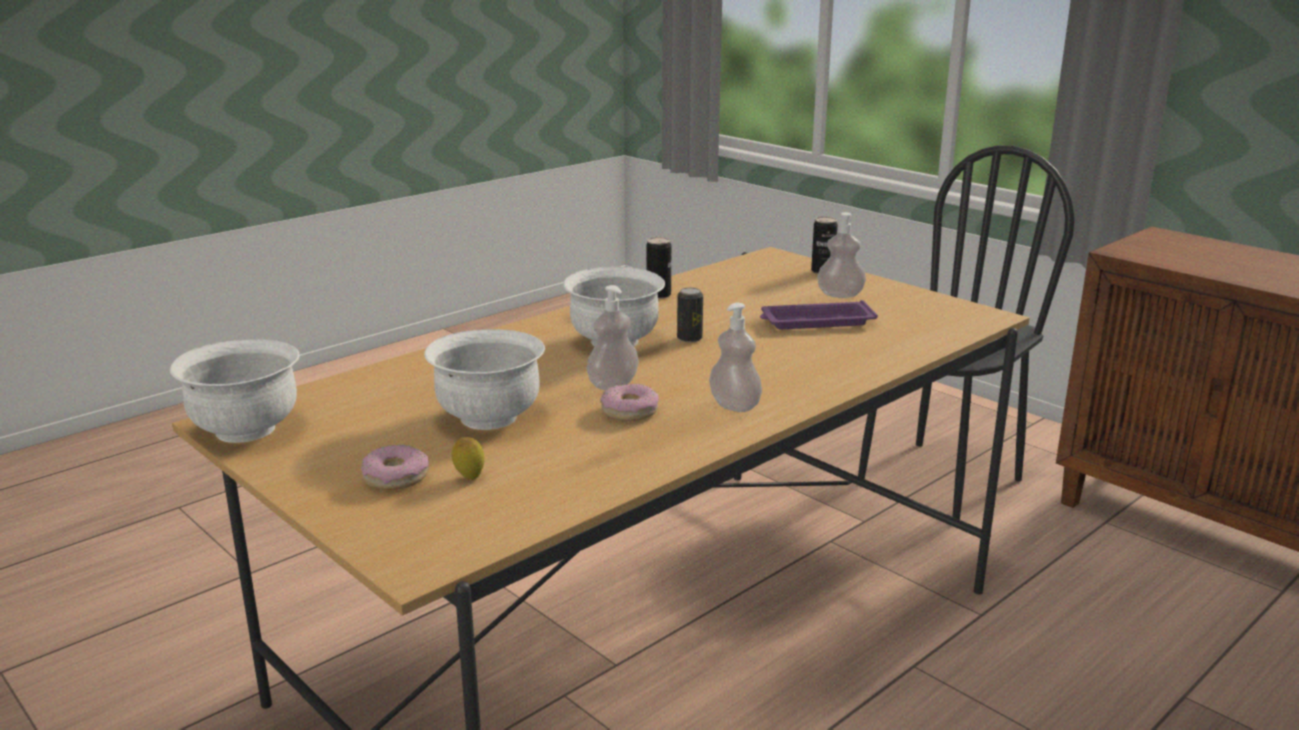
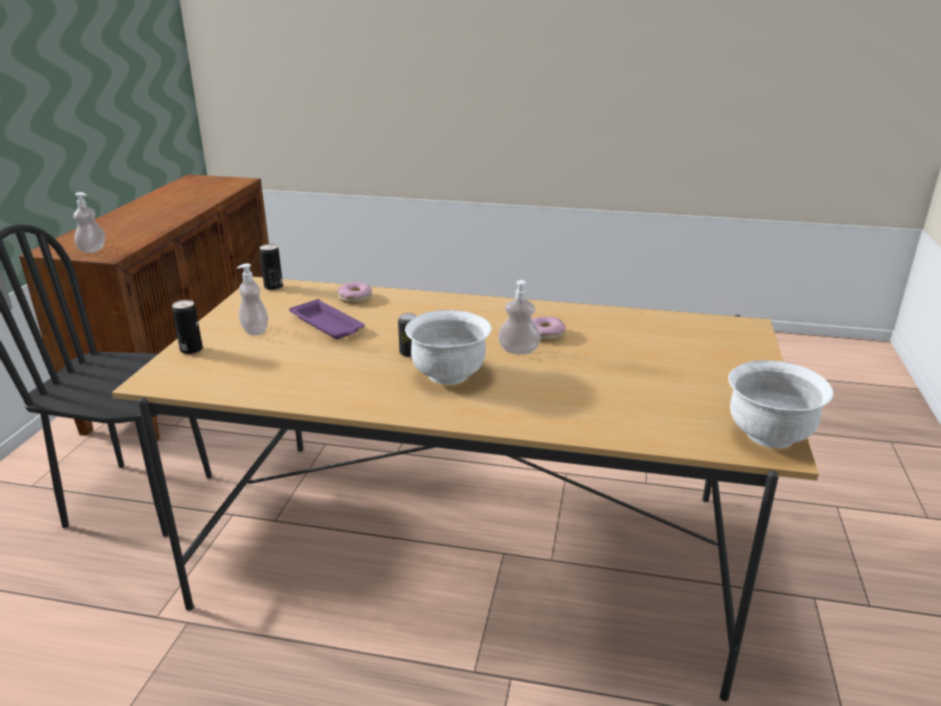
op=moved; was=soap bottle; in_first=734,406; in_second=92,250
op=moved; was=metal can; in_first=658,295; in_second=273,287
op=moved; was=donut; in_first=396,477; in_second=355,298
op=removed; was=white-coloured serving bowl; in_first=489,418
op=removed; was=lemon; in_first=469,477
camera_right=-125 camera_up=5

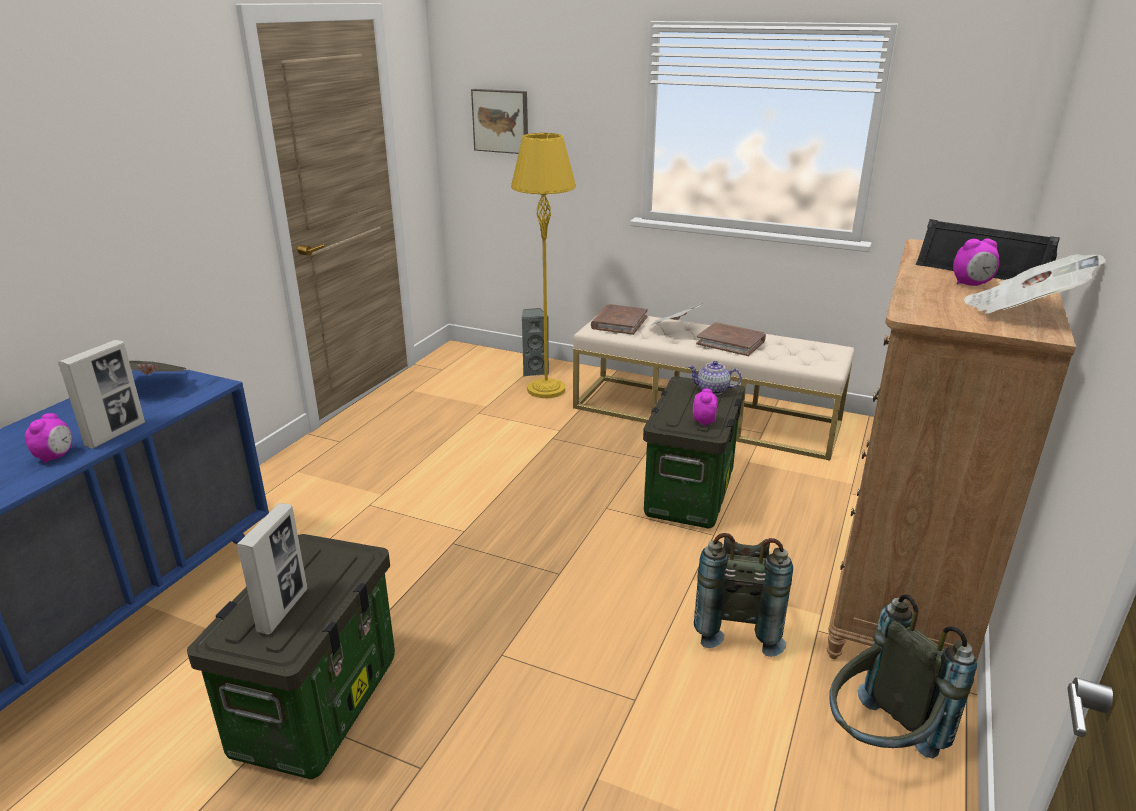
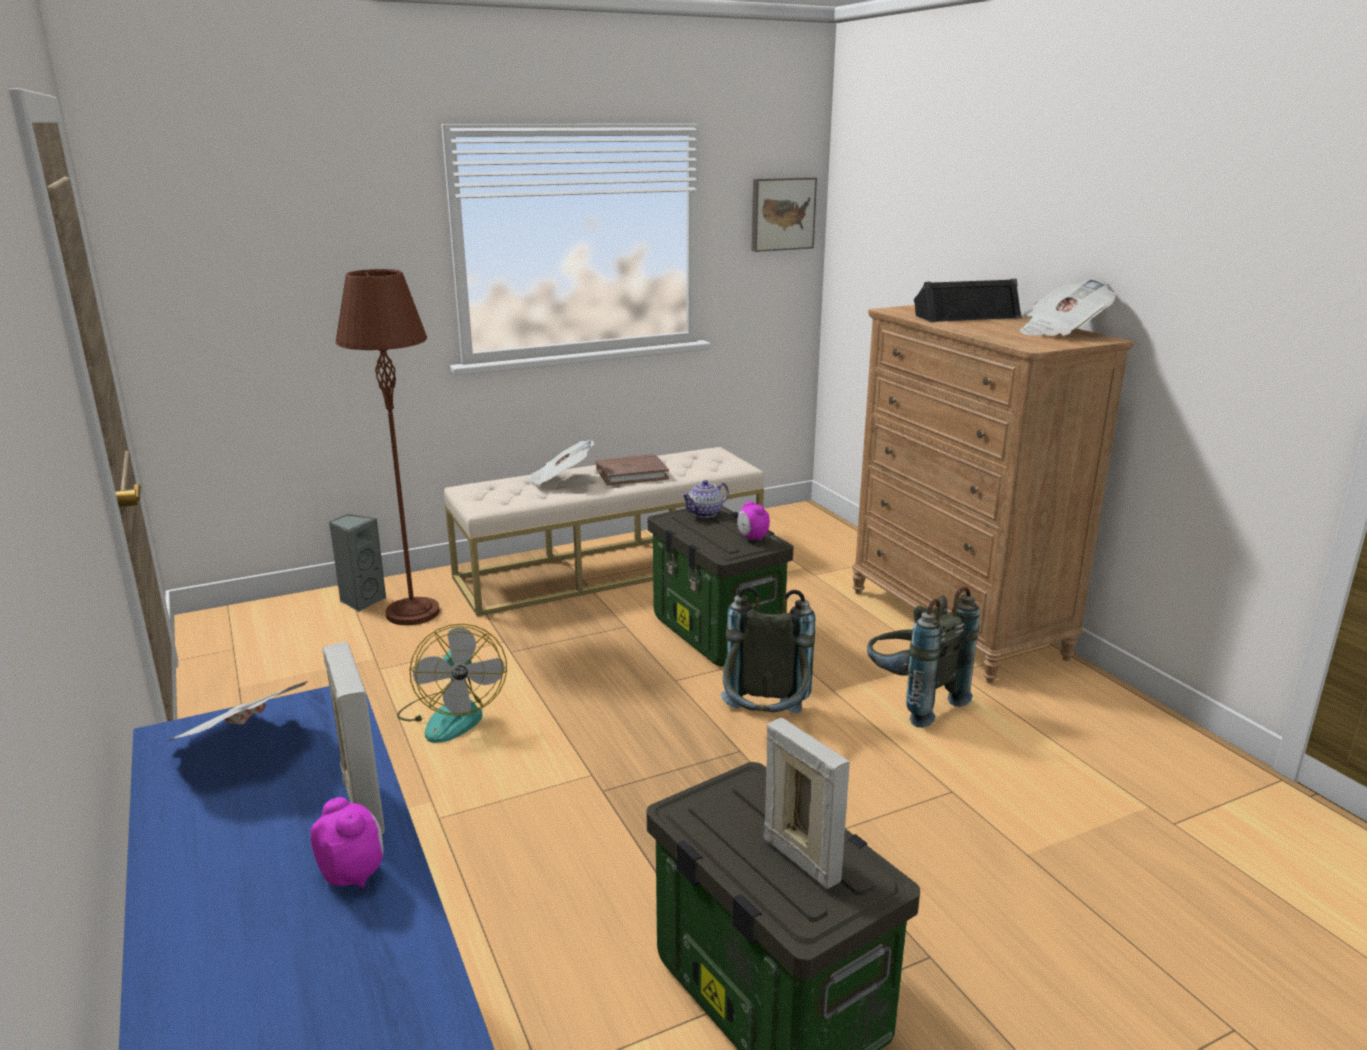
op=recoloured; was=yellow-coloured standard lamp; now=brown-coloured standard lamp; in_first=546,389; in_second=413,613
op=added; now=cooling fan; in_second=452,715
op=moved; was=gray backpack; in_first=878,743; in_second=764,724
op=moved; was=picture; in_first=501,121; in_second=781,214
op=removed; was=brown-coloured book; in_first=619,322
op=removed; was=alarm clock; in_first=971,284
camera_right=-50 camera_up=-5

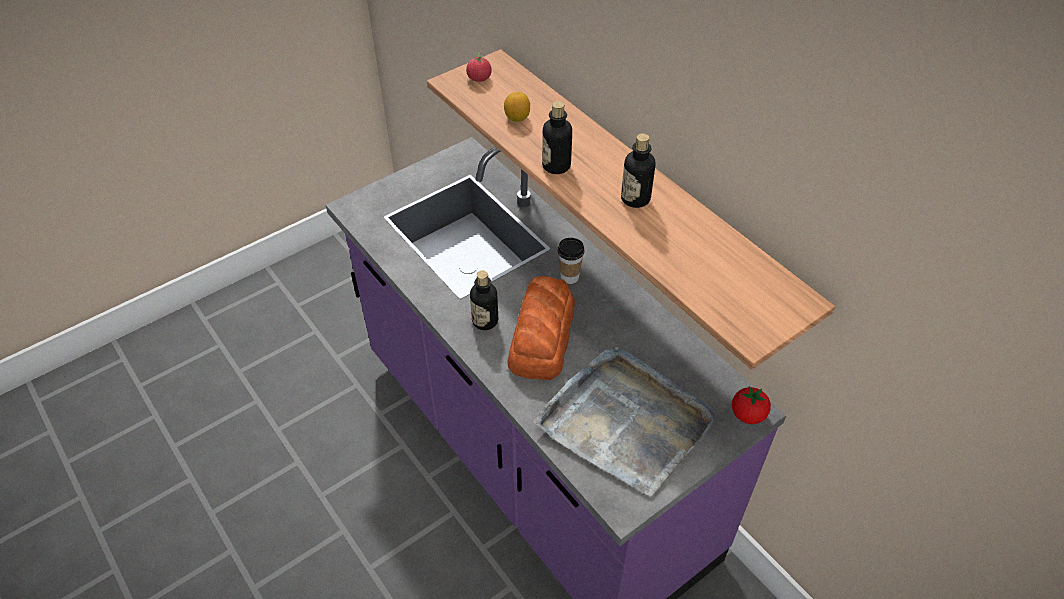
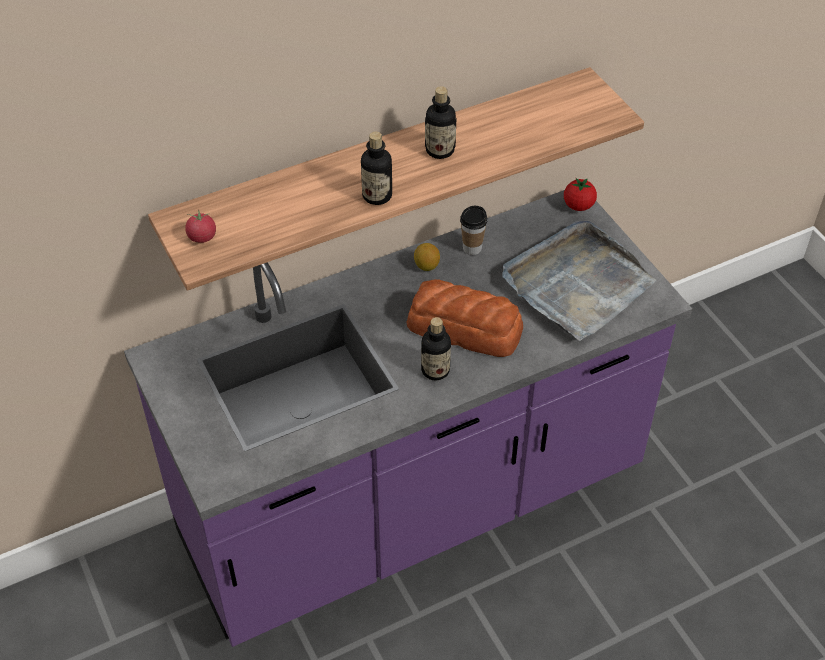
op=moved; was=lemon; in_first=517,118; in_second=426,266
op=moved; was=drinking cup; in_first=569,277; in_second=472,248
camera_right=-80 camera_up=0

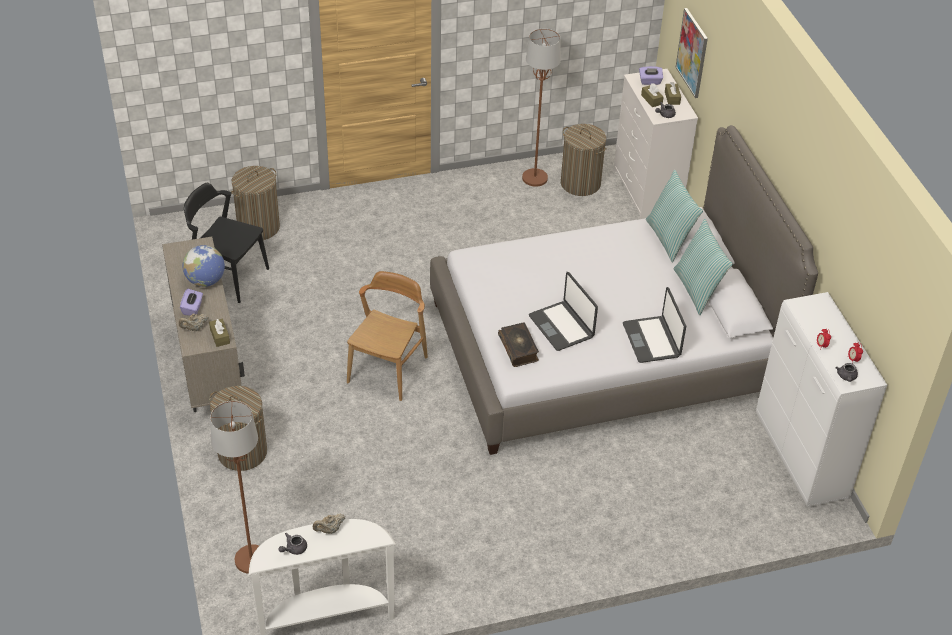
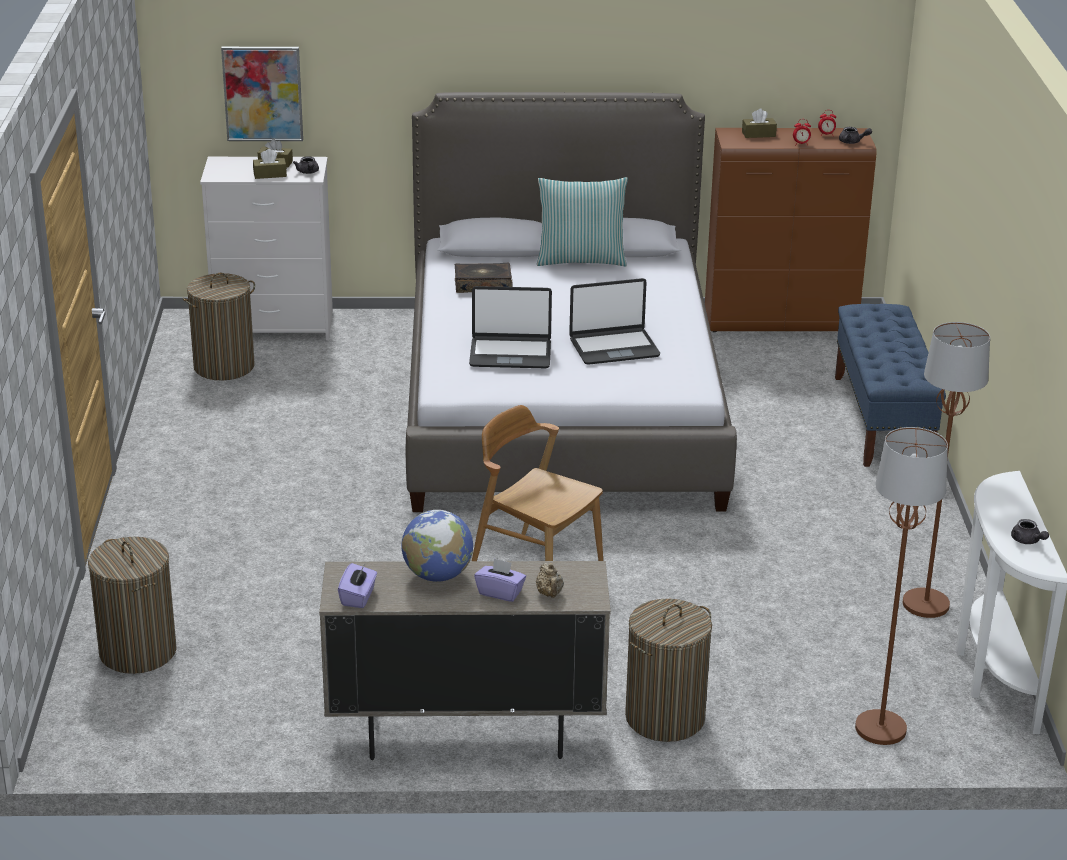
op=moved; was=purplish box of tissues; in_first=650,81; in_second=358,597
op=moved; was=book; in_first=519,349; in_second=483,285
op=moved; was=notebook computer; in_first=652,340; in_second=510,354
op=recoloured; was=white-coloured cabinet; now=brown-coloured cabinet; in_first=801,457; in_second=781,322
op=moved; was=brown-coloured box of tissues; in_first=220,336; in_second=758,134
op=added; now=blue long seat; in_second=882,420
op=moved; was=brown-coloured standard lamp; in_first=535,178; in_second=925,604
op=removed; was=blackish chair; in_first=228,276
op=removed; was=beige tea pot; in_first=329,530
op=removed; was=pillow; in_first=669,239
camera_right=-75 camera_up=-15

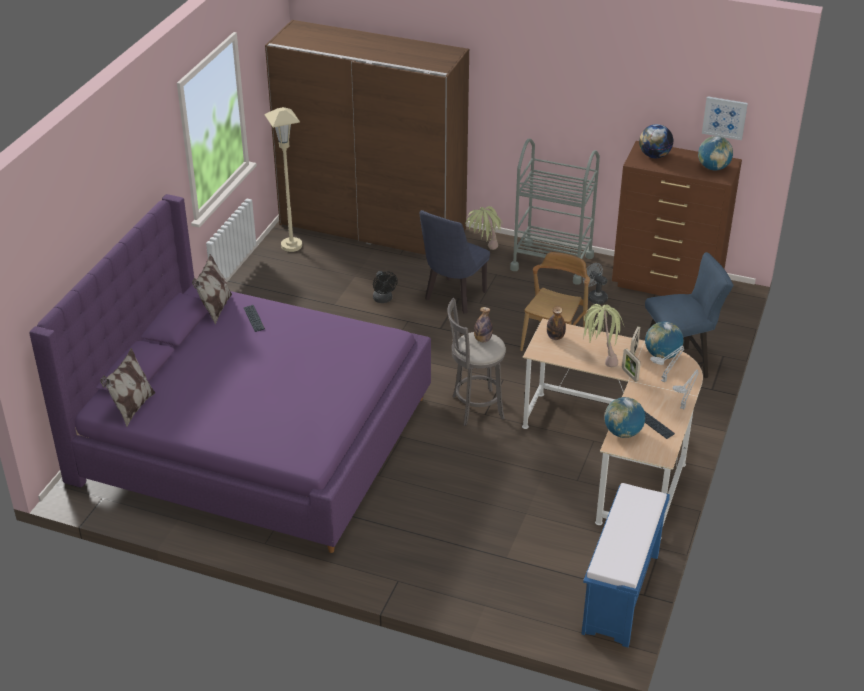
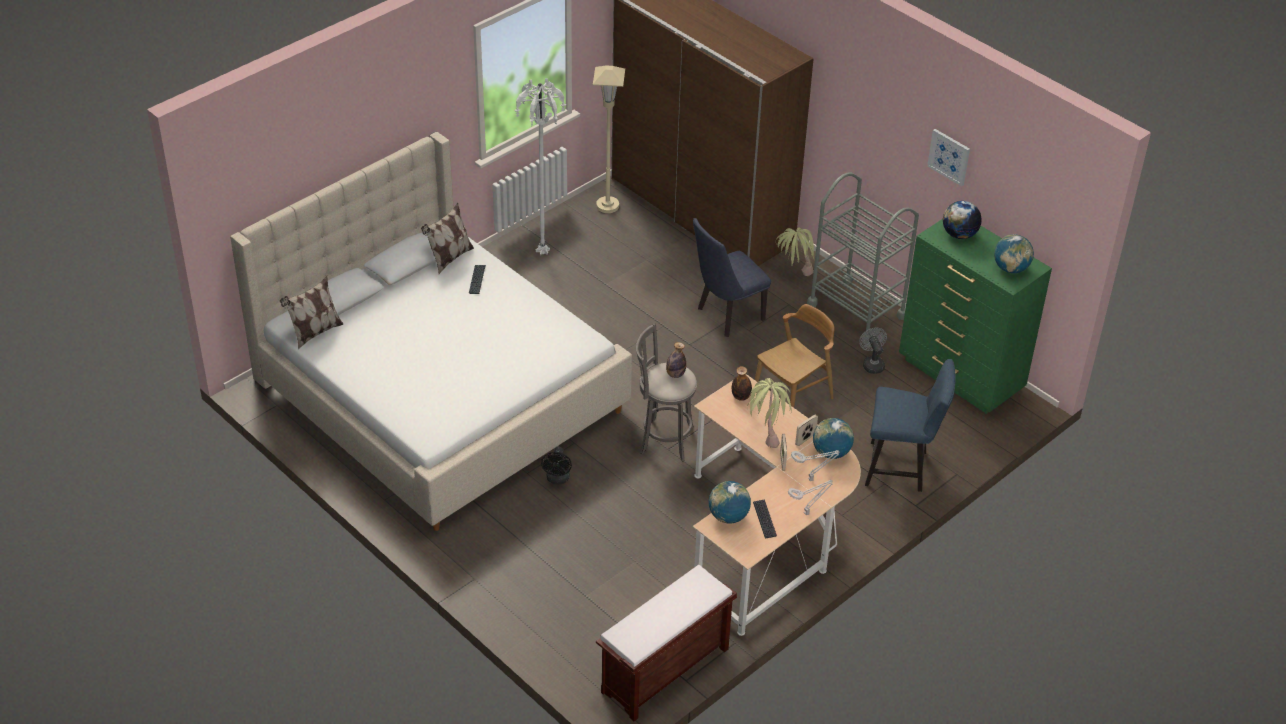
op=recoloured; was=purplish bed; now=beige bed; in_first=252,437; in_second=440,394
op=added; now=white-coloured standard lamp; in_second=543,254
op=moved; was=blackish cooling fan; in_first=384,300; in_second=557,479
op=recoloured; was=blue long seat; now=brown-coloured long seat; in_first=621,595; in_second=664,672
op=recoloured; was=brown-coloured chest of drawers; now=green chest of drawers; in_first=667,284; in_second=960,376
op=moved; was=picture; in_first=724,117; in_second=949,156
camera_right=25 camera_up=5

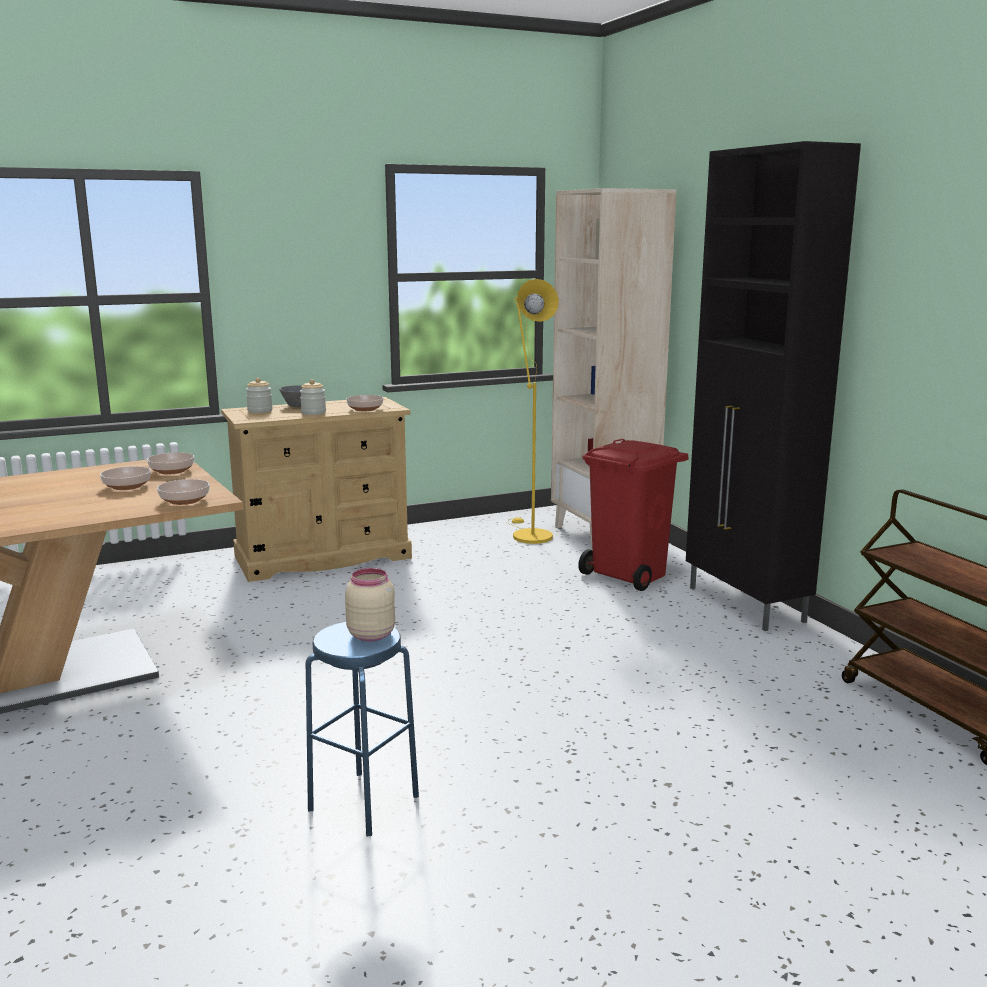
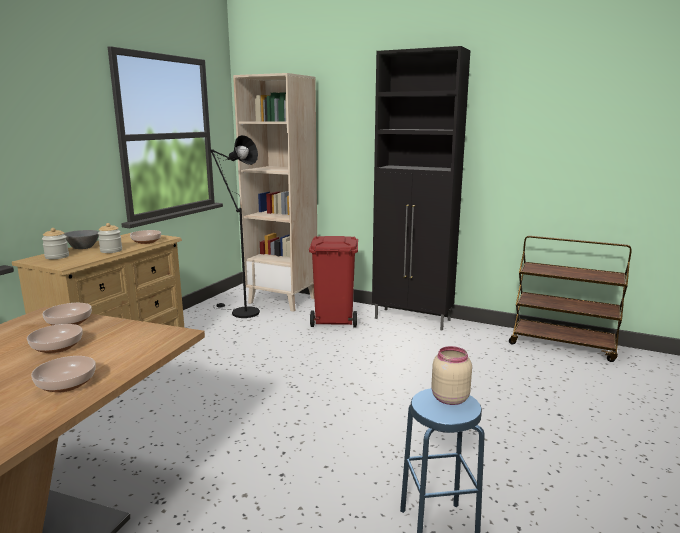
op=moved; was=serving bowl; in_first=185,500; in_second=67,384
op=recoloured; was=yellow-coloured standard lamp; now=blackish standard lamp; in_first=528,534; in_second=241,312
camera_right=-40 camera_up=0

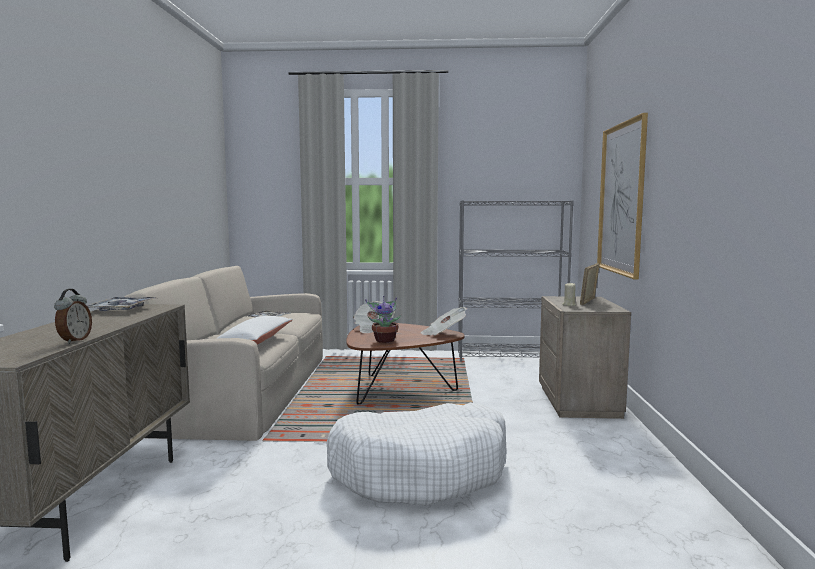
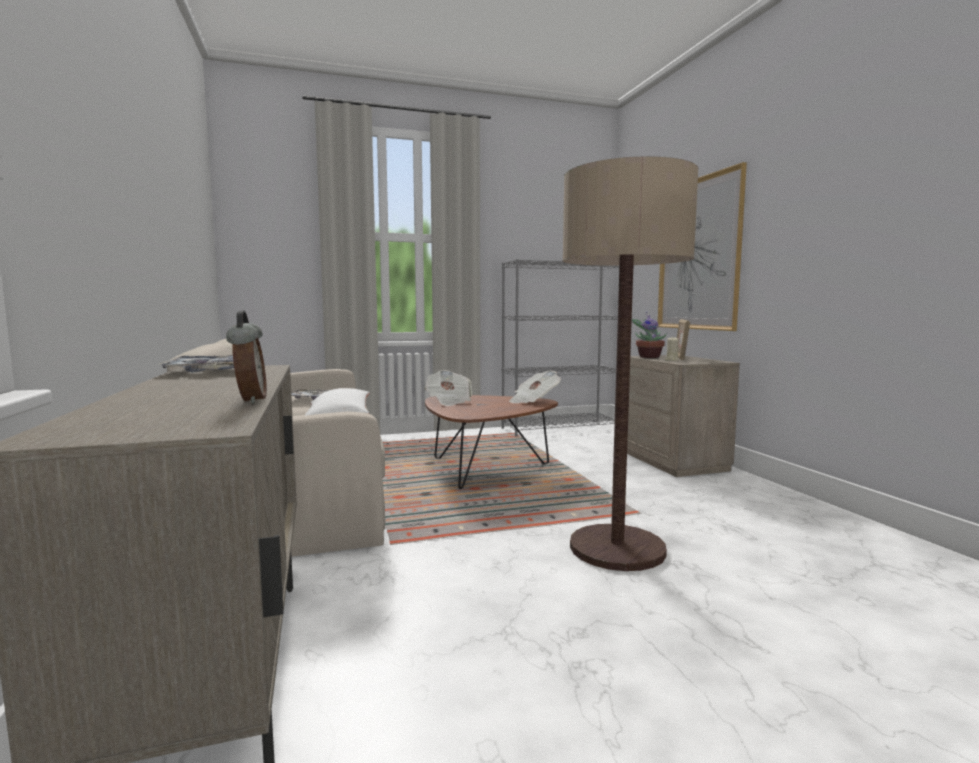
op=replaced; was=white-coloured dog bed; now=standard lamp; in_first=421,471; in_second=617,549
op=moved; was=plant in a pot; in_first=384,340; in_second=648,357
camera_right=-20 camera_up=0

